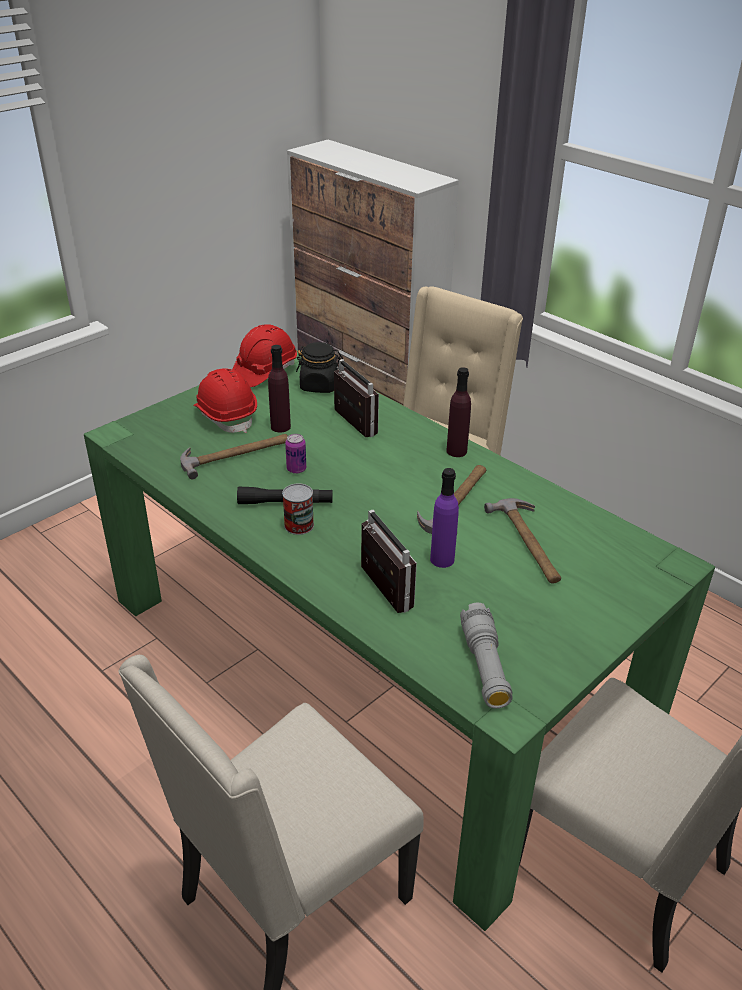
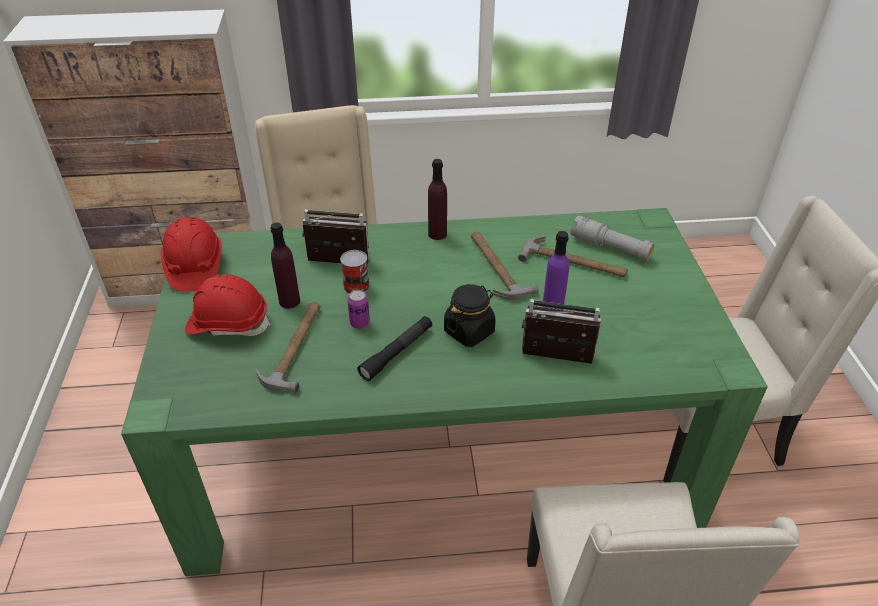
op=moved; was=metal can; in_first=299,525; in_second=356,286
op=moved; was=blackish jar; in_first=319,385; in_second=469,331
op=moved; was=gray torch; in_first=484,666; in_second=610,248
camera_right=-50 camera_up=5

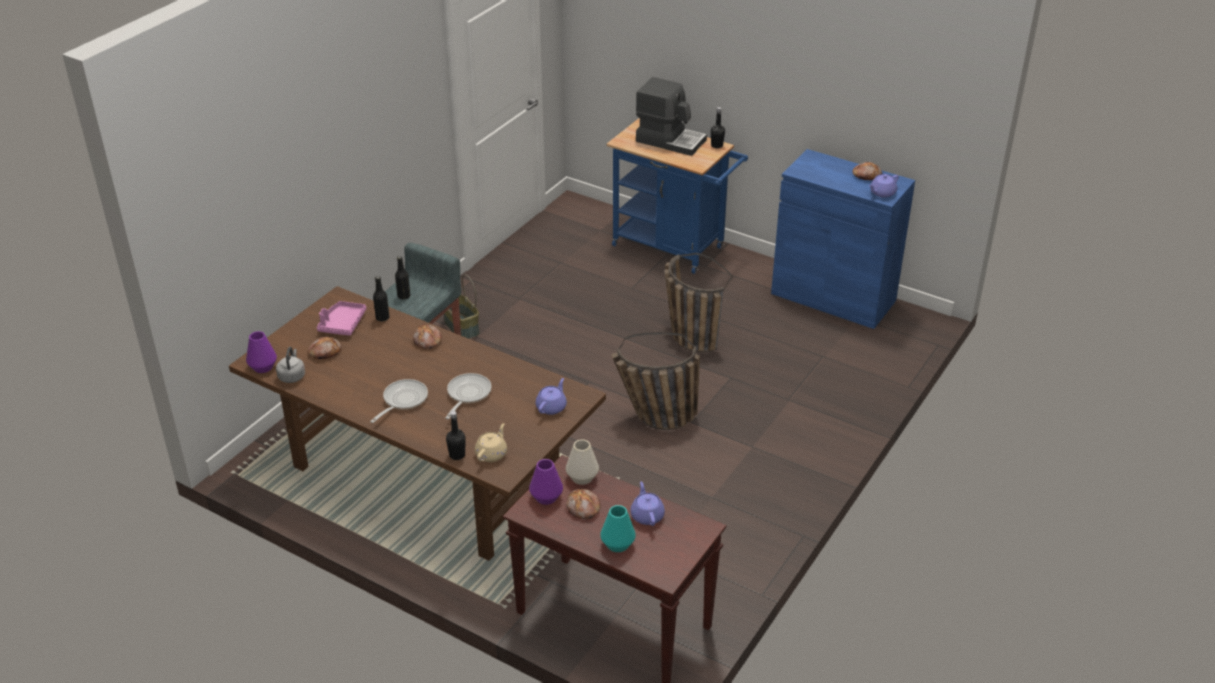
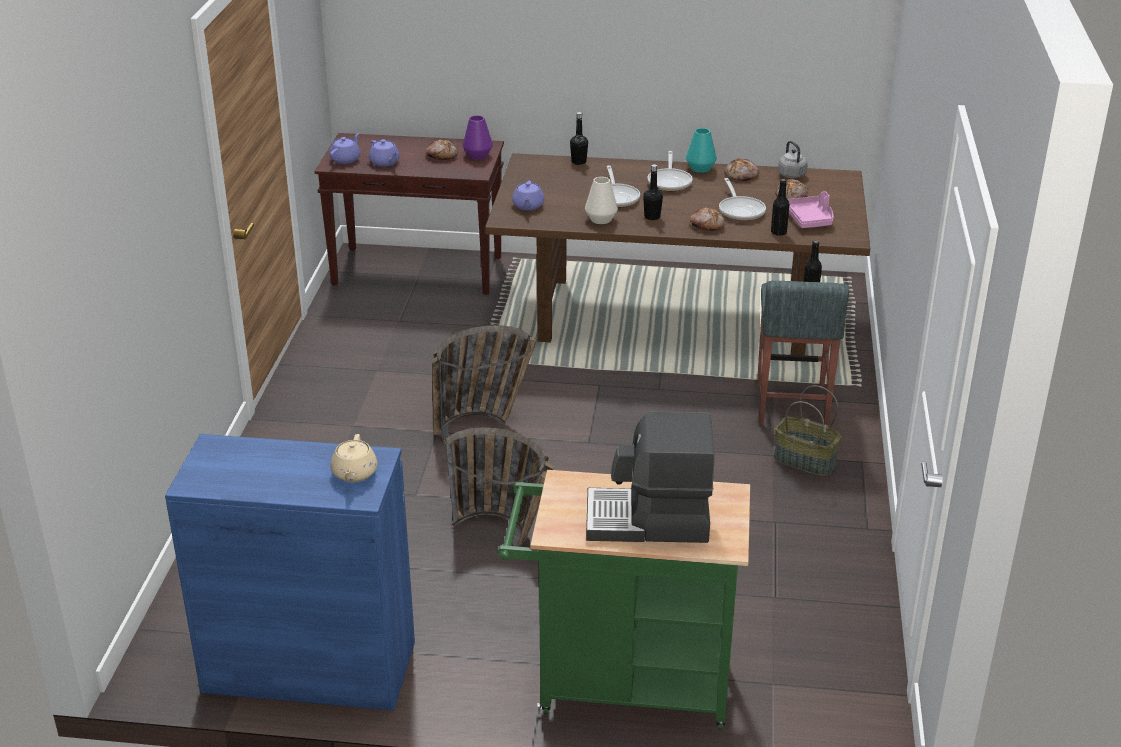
op=moved; was=purplish tea pot; in_first=882,193; in_second=346,159
op=moved; was=beige tea pot; in_first=492,454; in_second=354,474
op=recoloured; was=blue trolley; now=green trolley; in_first=674,248; in_second=622,685
op=moved; was=white-coloured decorative vase; in_first=582,477; in_second=601,219
op=moved; was=blackish drink bottle; in_first=717,145; in_second=652,217
op=moved; was=blue-green decorative vase; in_first=618,544; in_second=700,168
op=added; now=pan; in_second=740,210
op=moved; was=baked bread; in_first=866,175; in_second=741,176
op=removed; was=purplish decorative vase; in_first=263,367
camera_right=155 camera_up=-5

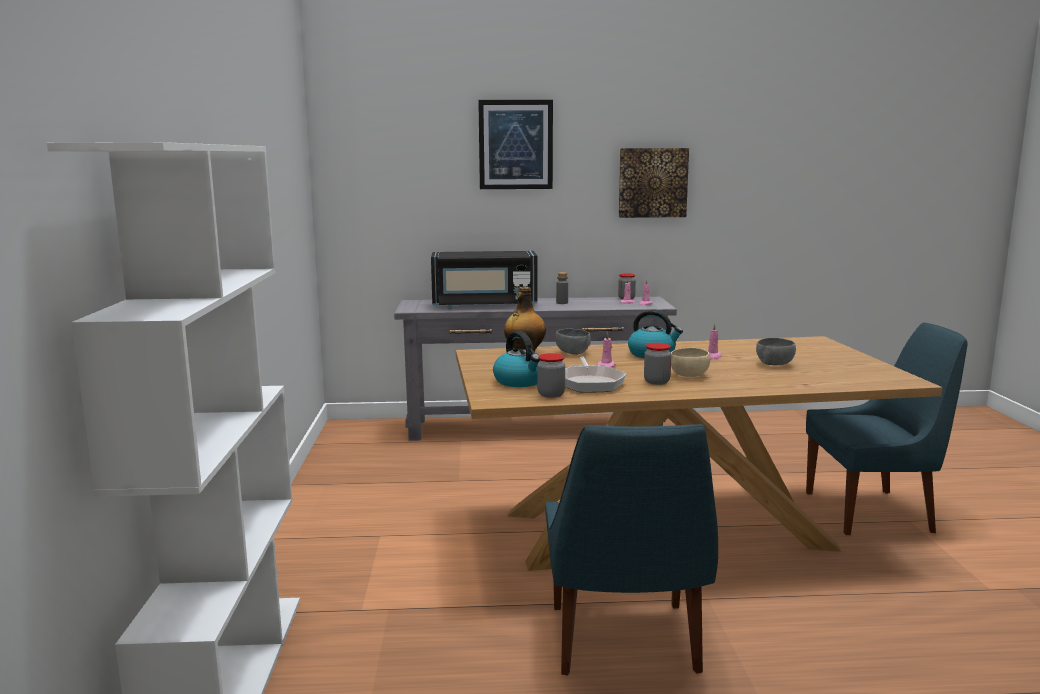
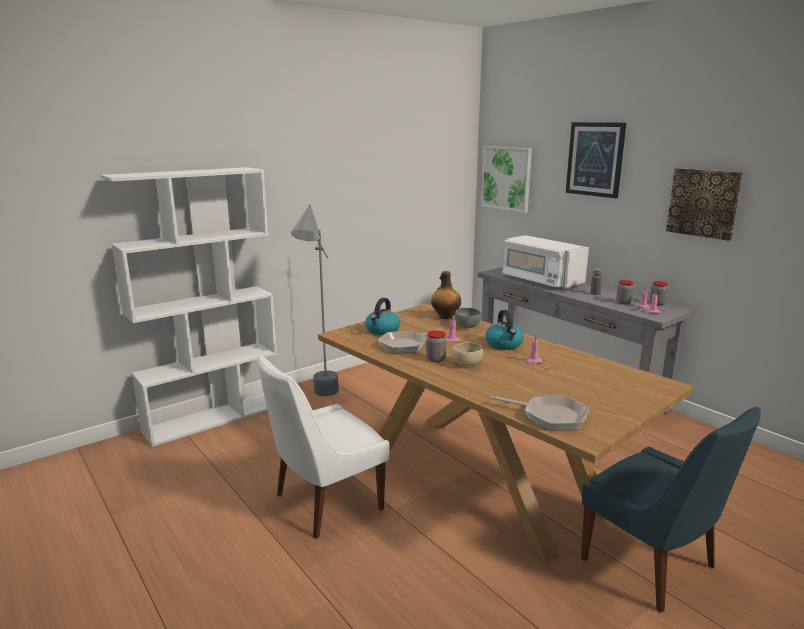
op=recoloured; was=blue chair; now=white-coloured chair; in_first=624,642; in_second=324,503
op=added; now=gray standard lamp; in_second=321,400
op=added; now=picture; in_second=506,178
op=added; now=pan; in_second=550,416
op=recoloured; was=blackish microwave oven; now=white-coloured microwave oven; in_first=484,305; in_second=540,281
op=moved; was=jar; in_first=551,394; in_second=623,302
op=removed; was=gray serving bowl; in_first=774,364
camera_right=55 camera_up=5

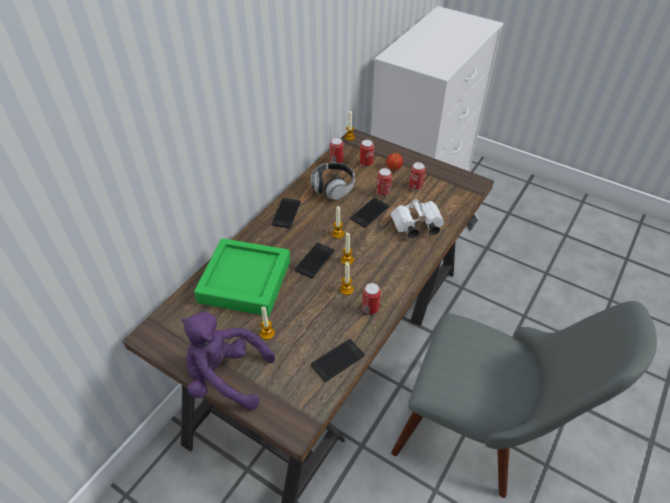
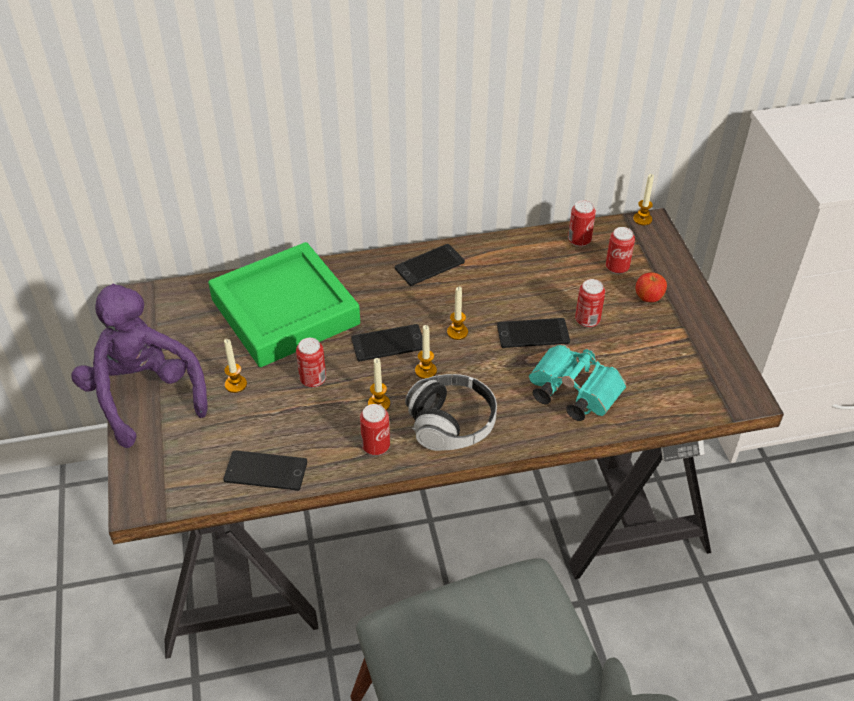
op=moved; was=metal can; in_first=415,186; in_second=313,380
op=moved; was=pair of headphones; in_first=332,188; in_second=451,424
op=recoloured; was=white-coloured binoculars; now=blue-green binoculars; in_first=415,226; in_second=570,393
camera_right=45 camera_up=0

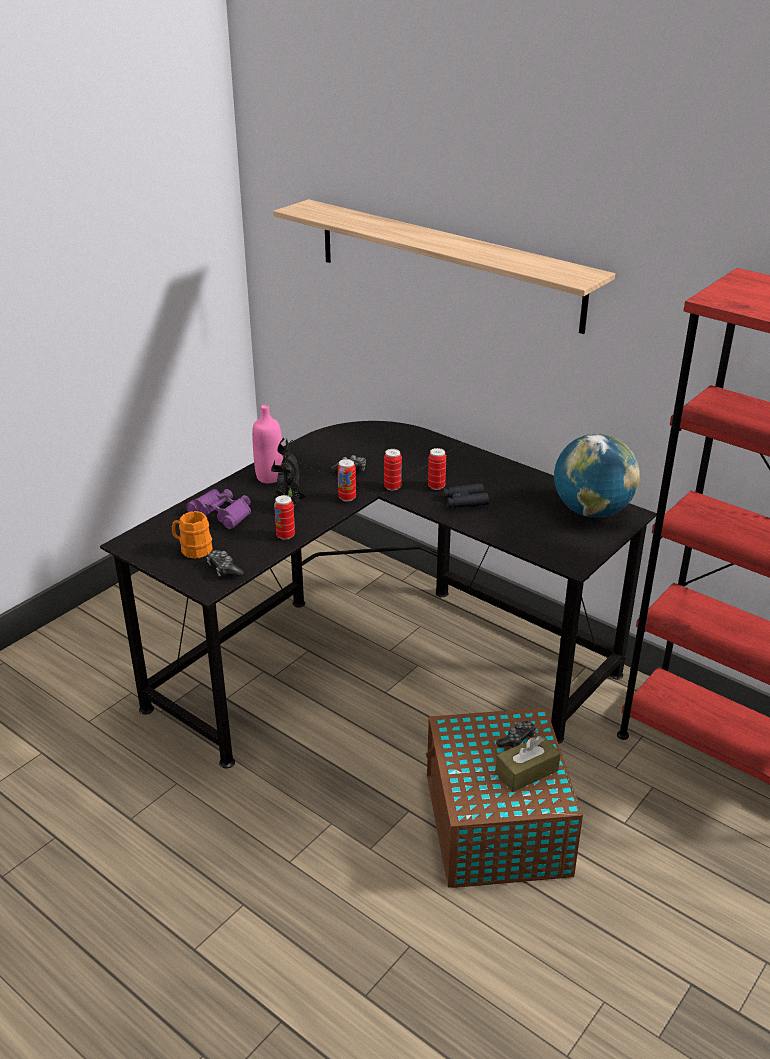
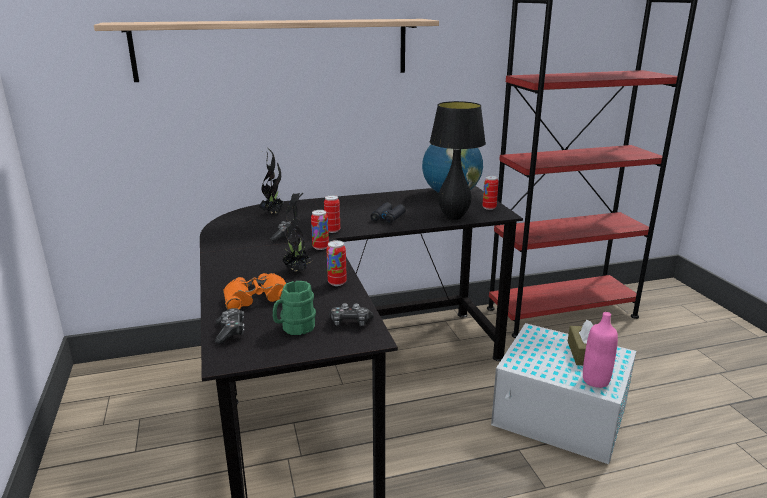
op=moved; was=game controller; in_first=517,740; in_second=230,331
op=recoloured; was=purplish binoculars; now=orange binoculars; in_first=222,513; in_second=257,298
op=added; now=plant in a pot; in_second=273,213
op=recoloured; was=orange mug; now=green mug; in_first=192,549; in_second=294,328
op=added; now=blackish lamp for a table; in_second=453,217
op=moved; was=metal can; in_first=436,486; in_second=489,208
op=recoloured; was=brown-coloured storage bin; now=white-coloured storage bin; in_first=496,826; in_second=561,417
op=moved; was=pink drink bottle; in_first=269,477; in_second=595,380
camera_right=-55 camera_up=-10

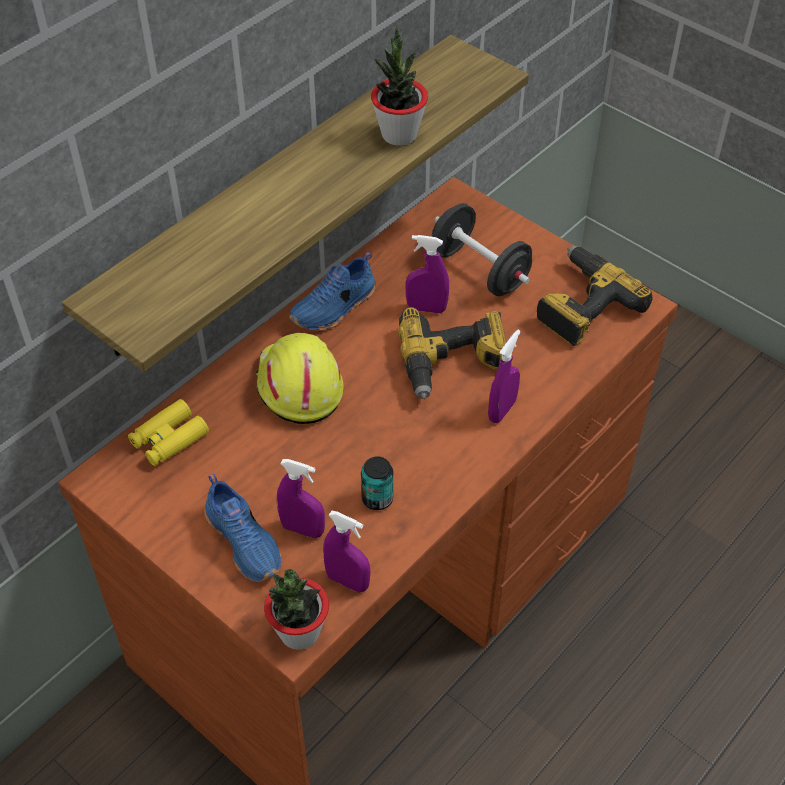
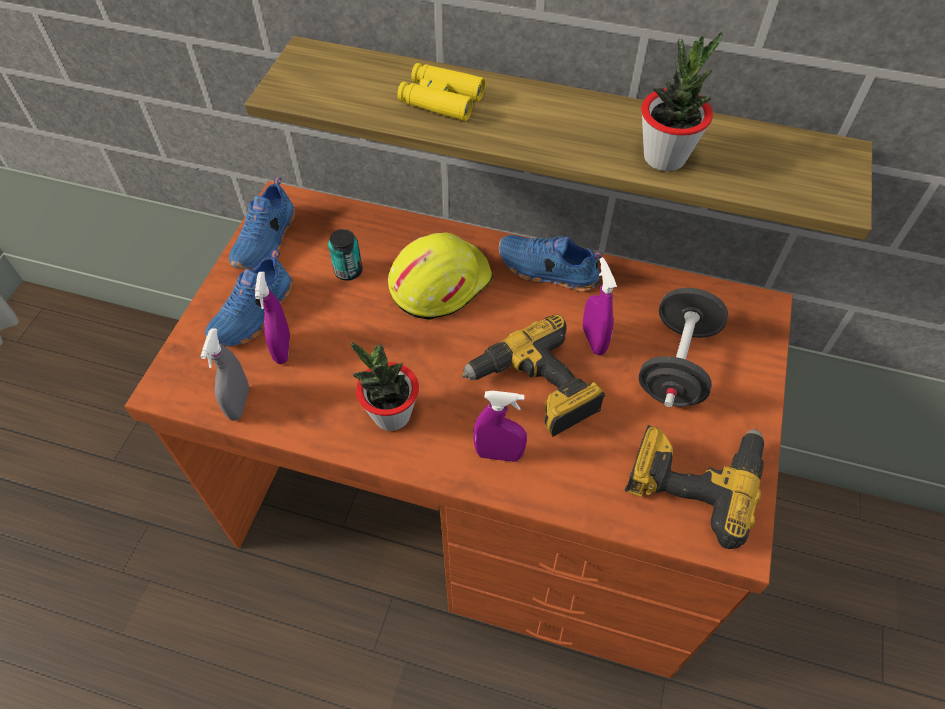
op=recoloured; was=purplish hand sprayer; now=gray hand sprayer; in_first=347,581; in_second=239,403
op=added; now=blue shoe; in_second=267,241
op=moved; was=metal can; in_first=377,499; in_second=348,271
op=moved; was=plant in a pot; in_first=299,633; in_second=391,415
op=moved; was=yellow-coloured binoculars; in_first=169,439; in_second=441,100
camera_right=65 camera_up=5

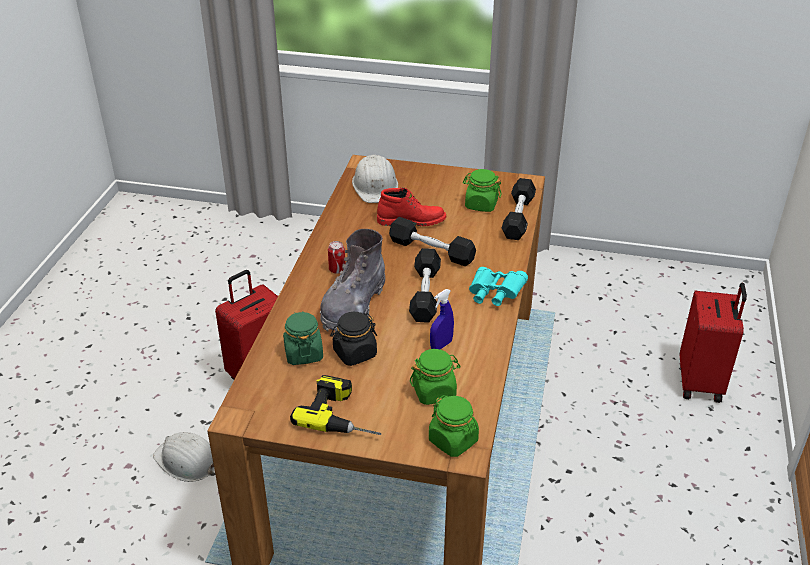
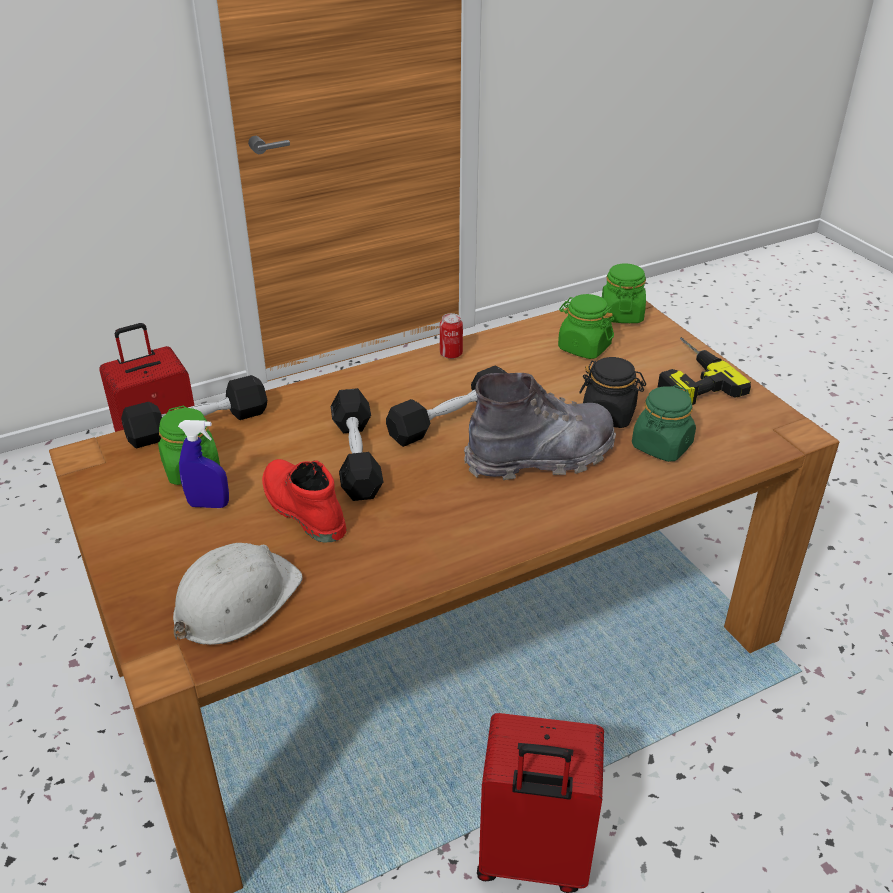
op=moved; was=blue hand sprayer; in_first=441,345; in_second=208,504
op=moved; was=metal can; in_first=337,269; in_second=451,354
op=removed; was=white-coloured hard hat; in_first=187,461
op=removed; was=blue-green binoculars; in_first=494,295
camera_right=-130 camera_up=0

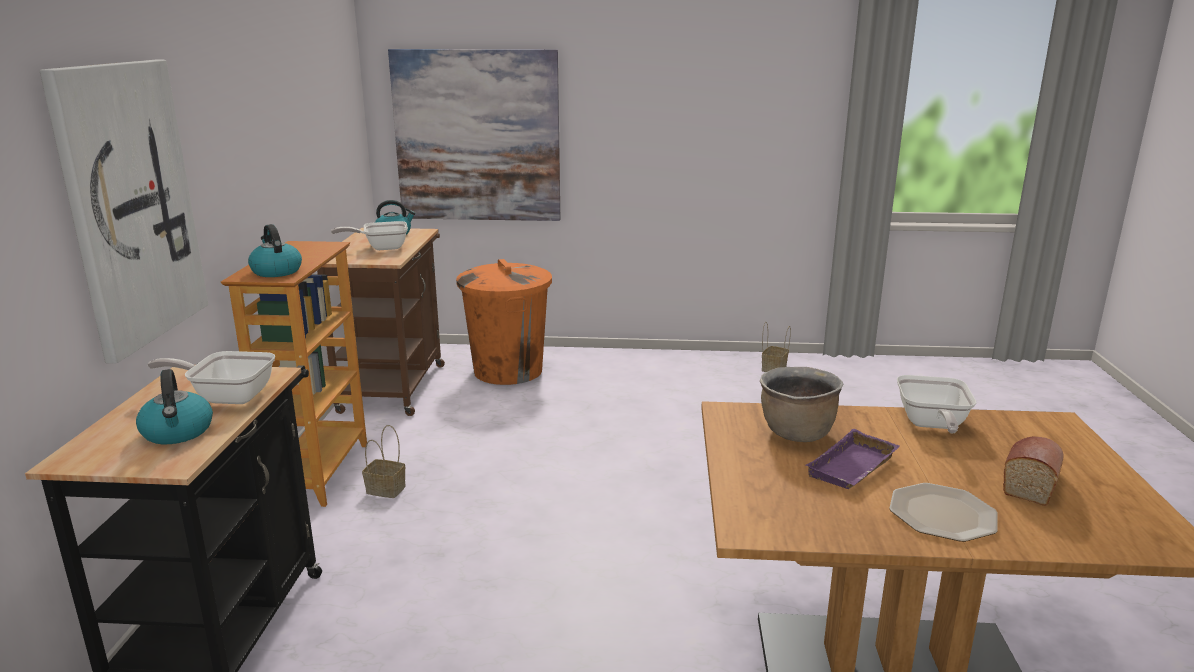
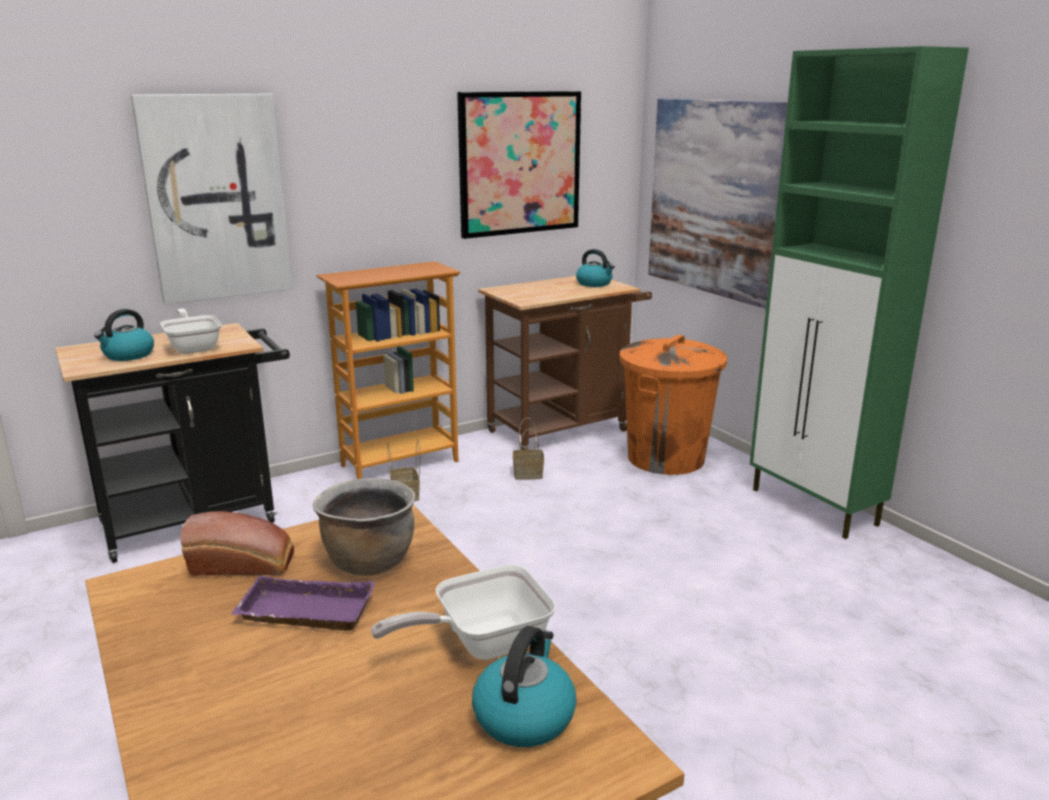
op=moved; was=baked bread; in_first=1031,482; in_second=245,564
op=added; now=picture; in_second=520,163
op=moved; was=kettle; in_first=276,271; in_second=524,715
op=moved; was=basket; in_first=773,368; in_second=529,474
op=added; now=green cabinet; in_second=814,507
op=removed; was=pan; in_first=381,248
op=removed; was=dinner plate; in_first=943,514
camera_right=55 camera_up=0

